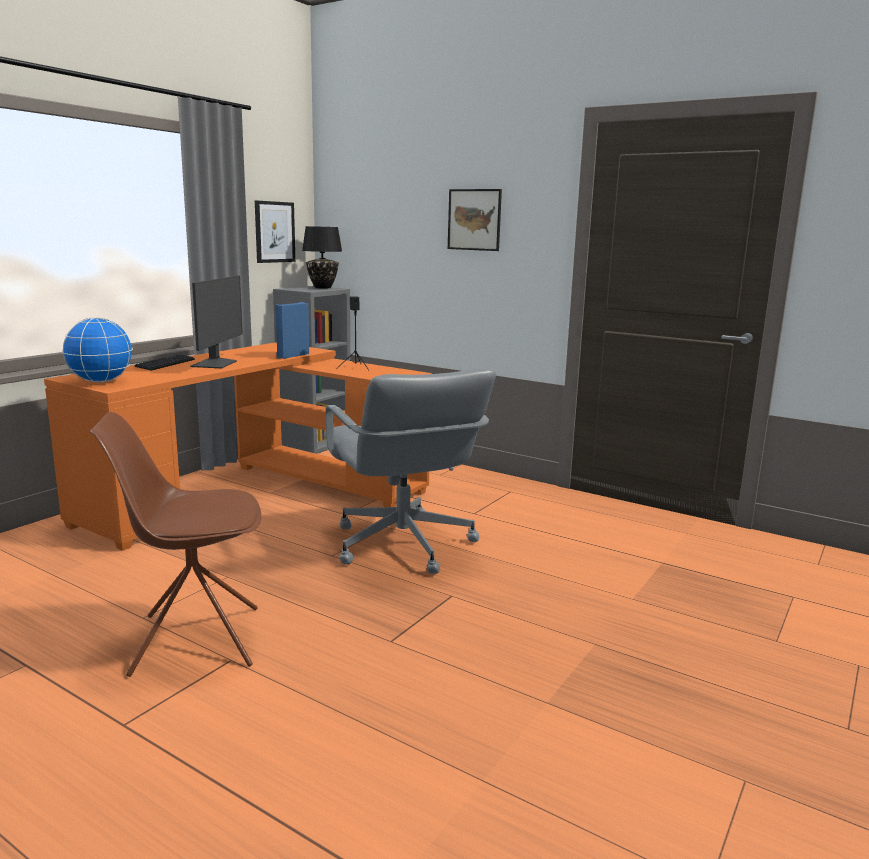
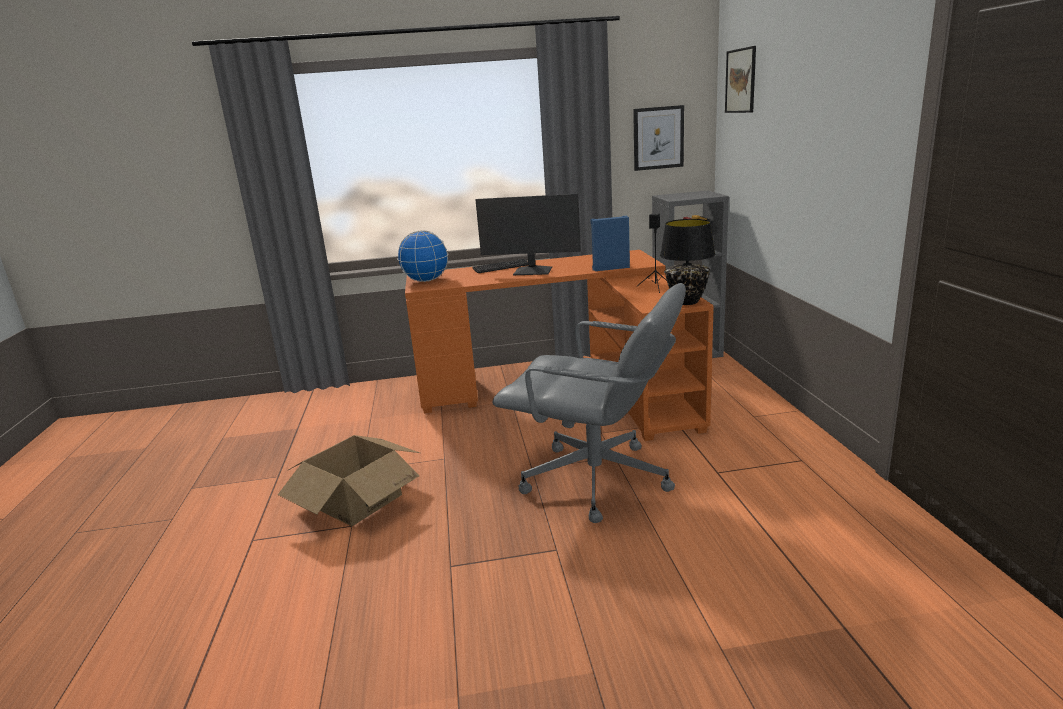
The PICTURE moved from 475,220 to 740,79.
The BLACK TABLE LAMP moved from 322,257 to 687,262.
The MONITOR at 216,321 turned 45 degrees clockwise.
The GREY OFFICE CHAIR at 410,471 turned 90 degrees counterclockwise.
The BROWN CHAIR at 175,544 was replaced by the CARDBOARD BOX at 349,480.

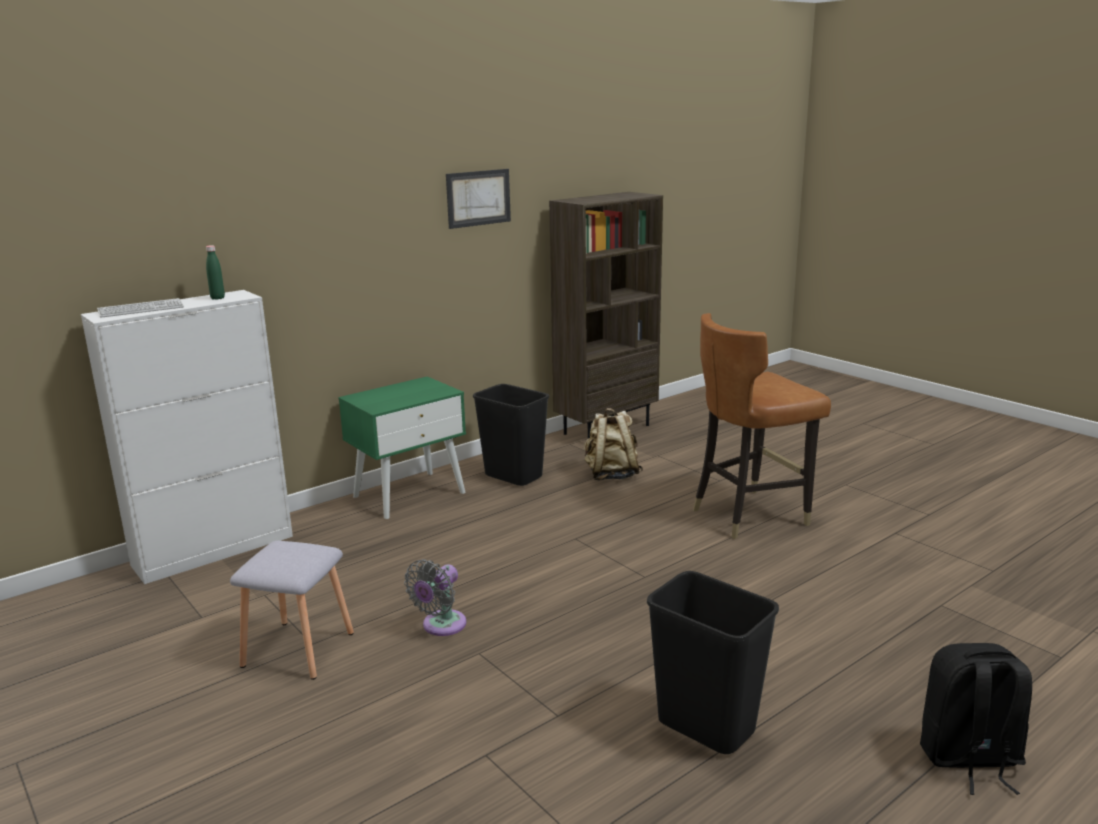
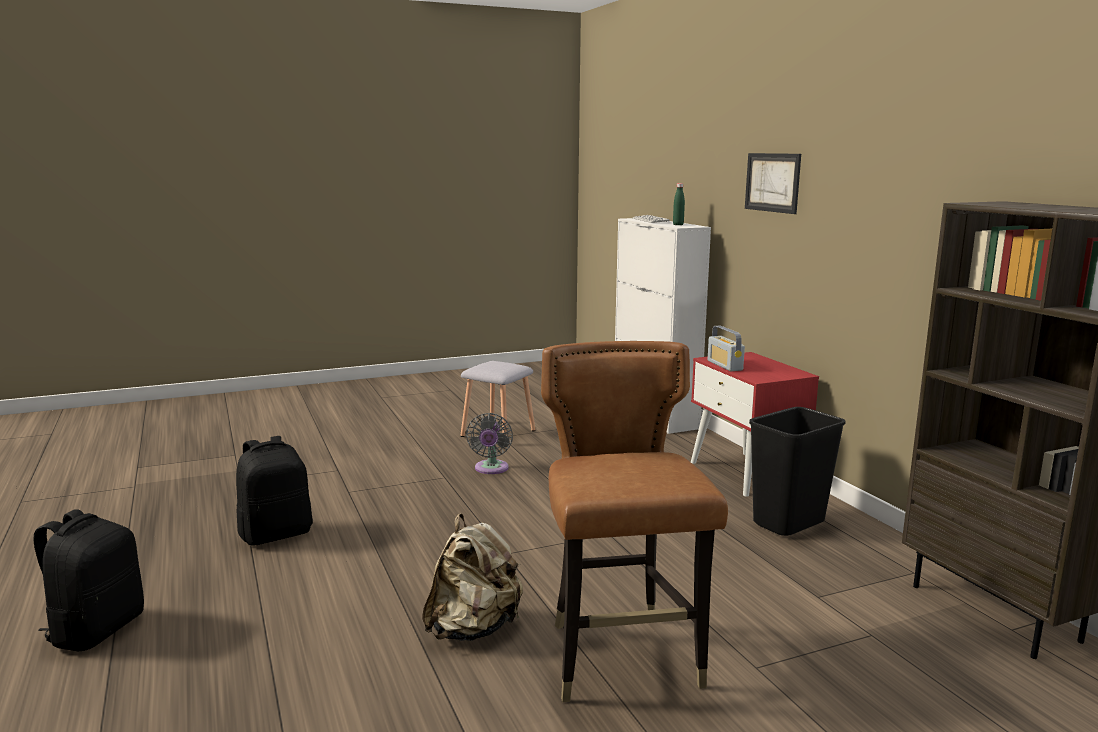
The PICTURE moved from 478,199 to 773,183.
The GREEN NIGHTSTAND at 402,448 became the RED NIGHTSTAND at 755,424.
The BEIGE BACKPACK moved from 613,444 to 472,577.
The GREY FAN at 435,597 turned 135 degrees counterclockwise.
The BLACK TRASH CAN at 713,662 was replaced by the BLACK BACKPACK at 274,491.
The RADIO at 726,348 appeared.

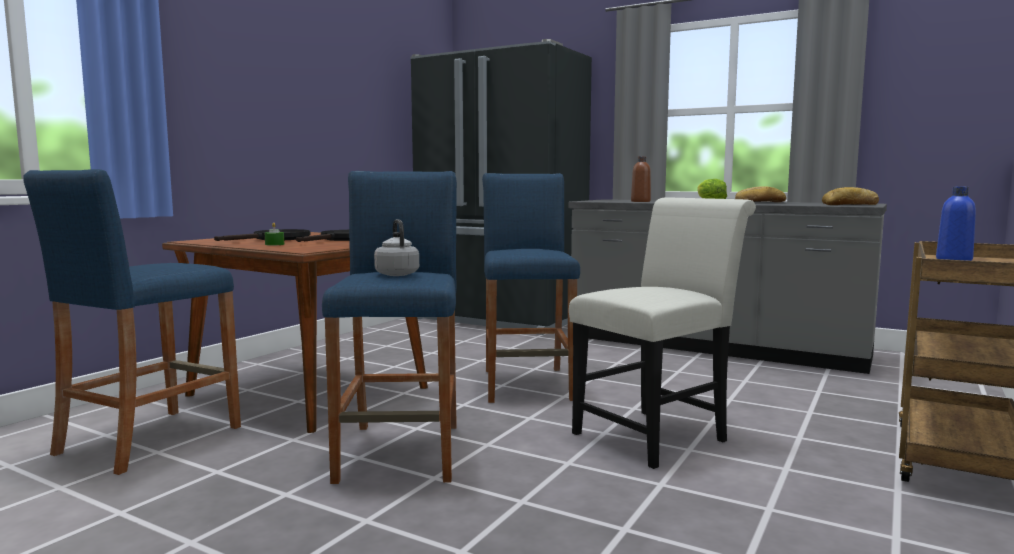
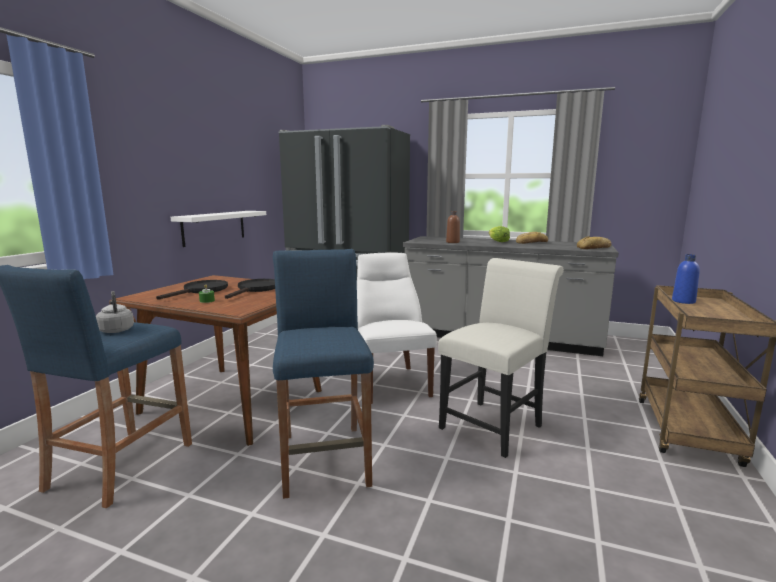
The BLUE STOOL at 531,288 was replaced by the WHITE CHAIR at 397,328.
The GREY KETTLE moved from 396,247 to 115,312.
The WHITE SHELF at 218,229 appeared.

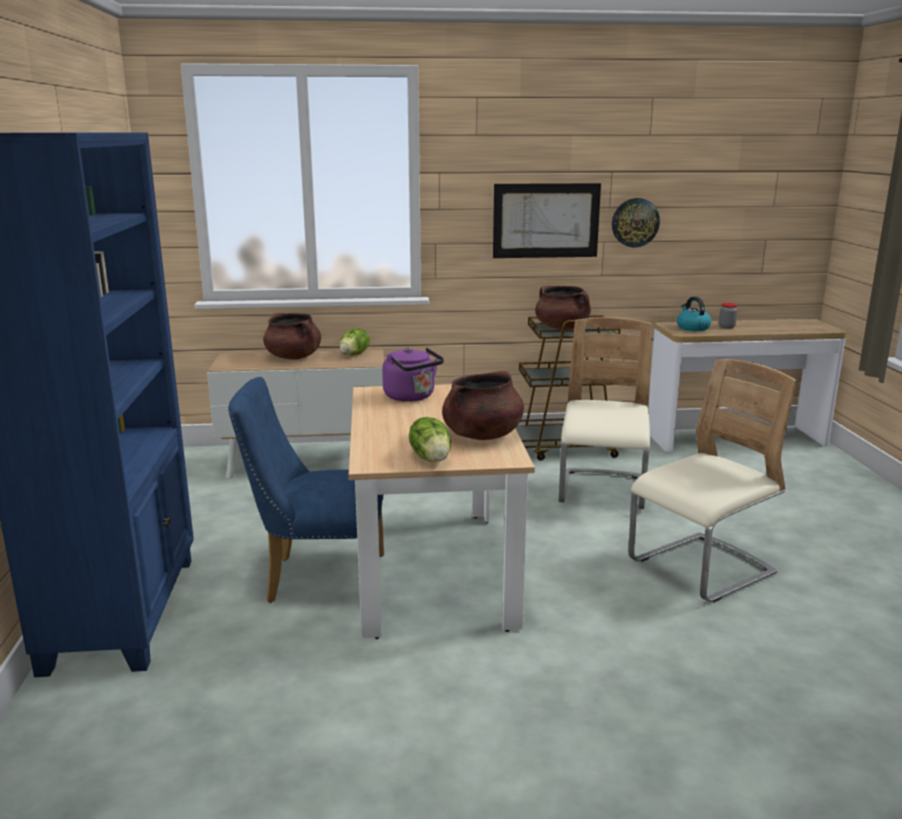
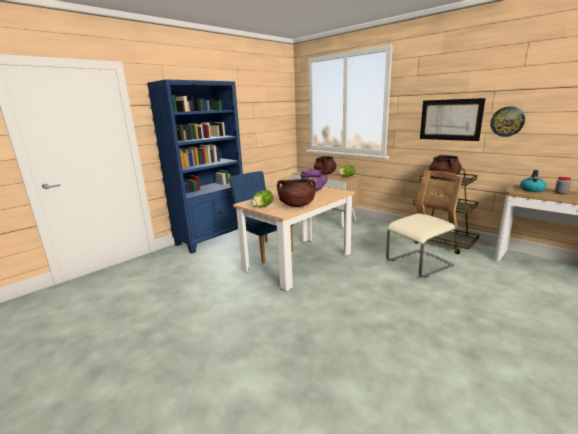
The BEIGE CHAIR at 712,480 disappeared.

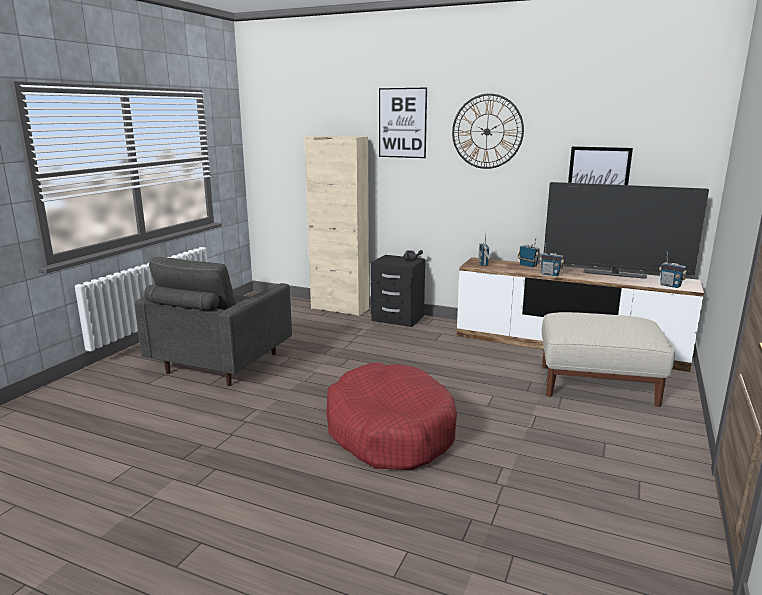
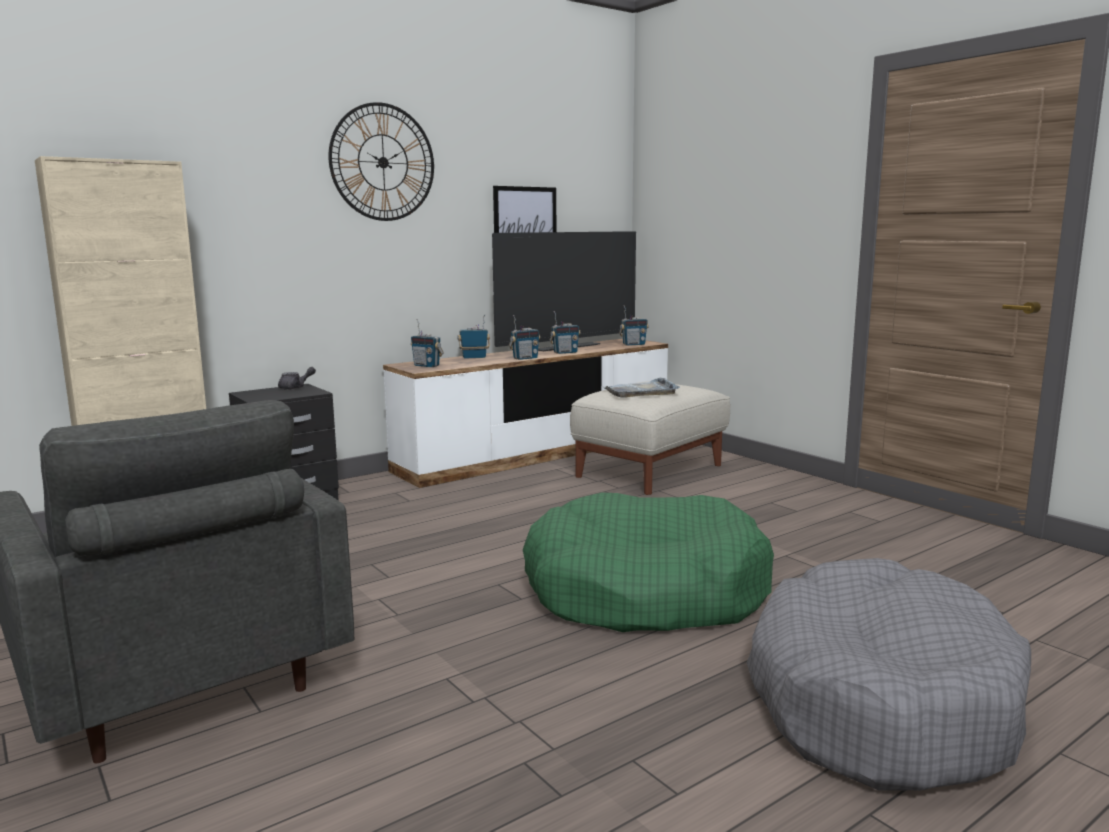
The PICTURE at 403,123 disappeared.
The RED DOG BED at 391,416 became the GREEN DOG BED at 648,562.
The RADIO at 565,332 appeared.
The GREY TRAY at 641,387 appeared.
The GREY DOG BED at 889,674 appeared.

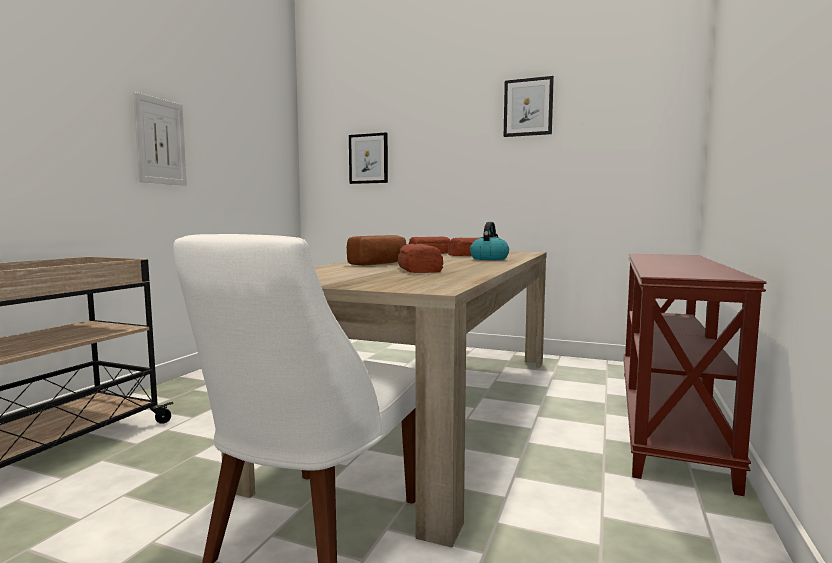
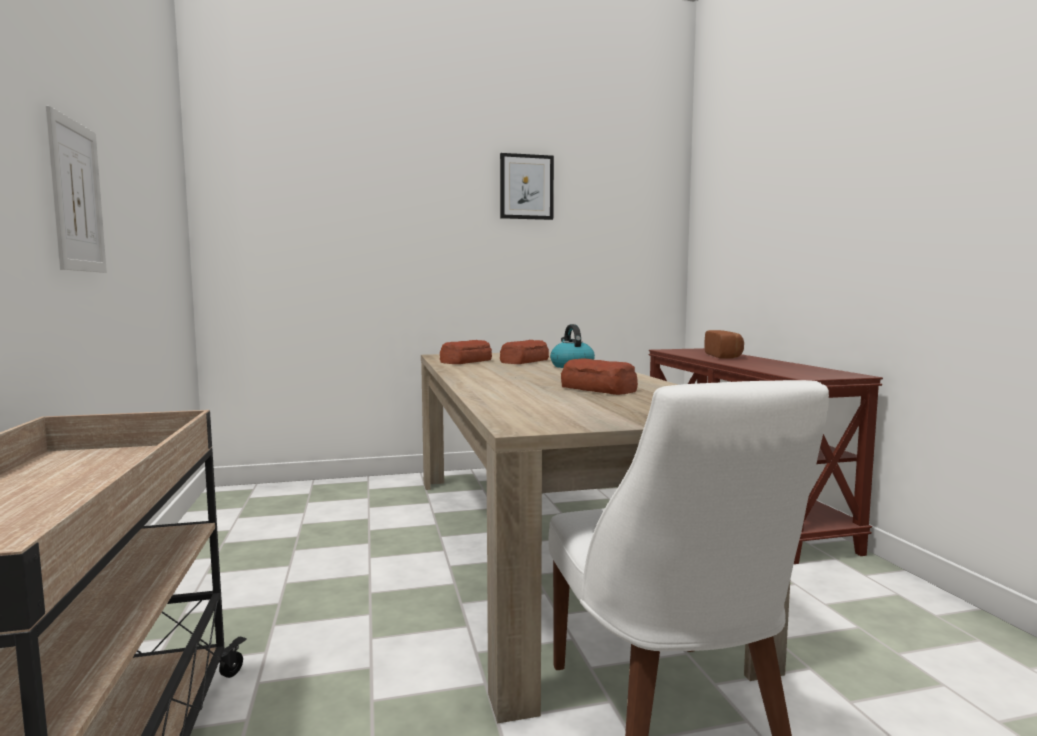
The PICTURE at 368,158 disappeared.
The BREAD moved from 376,250 to 724,344.

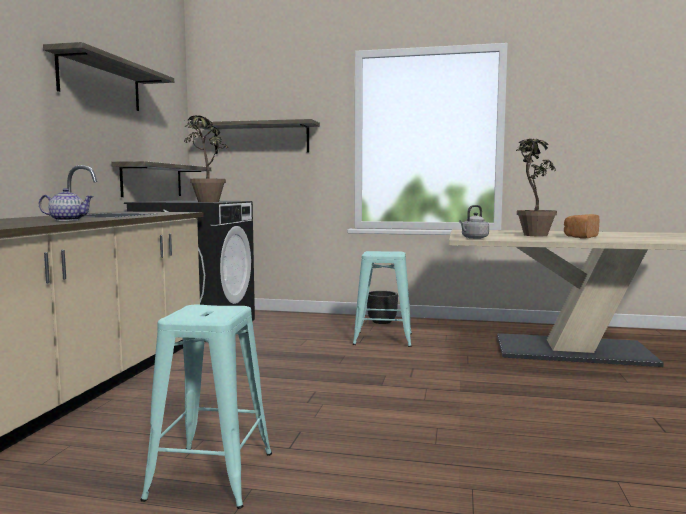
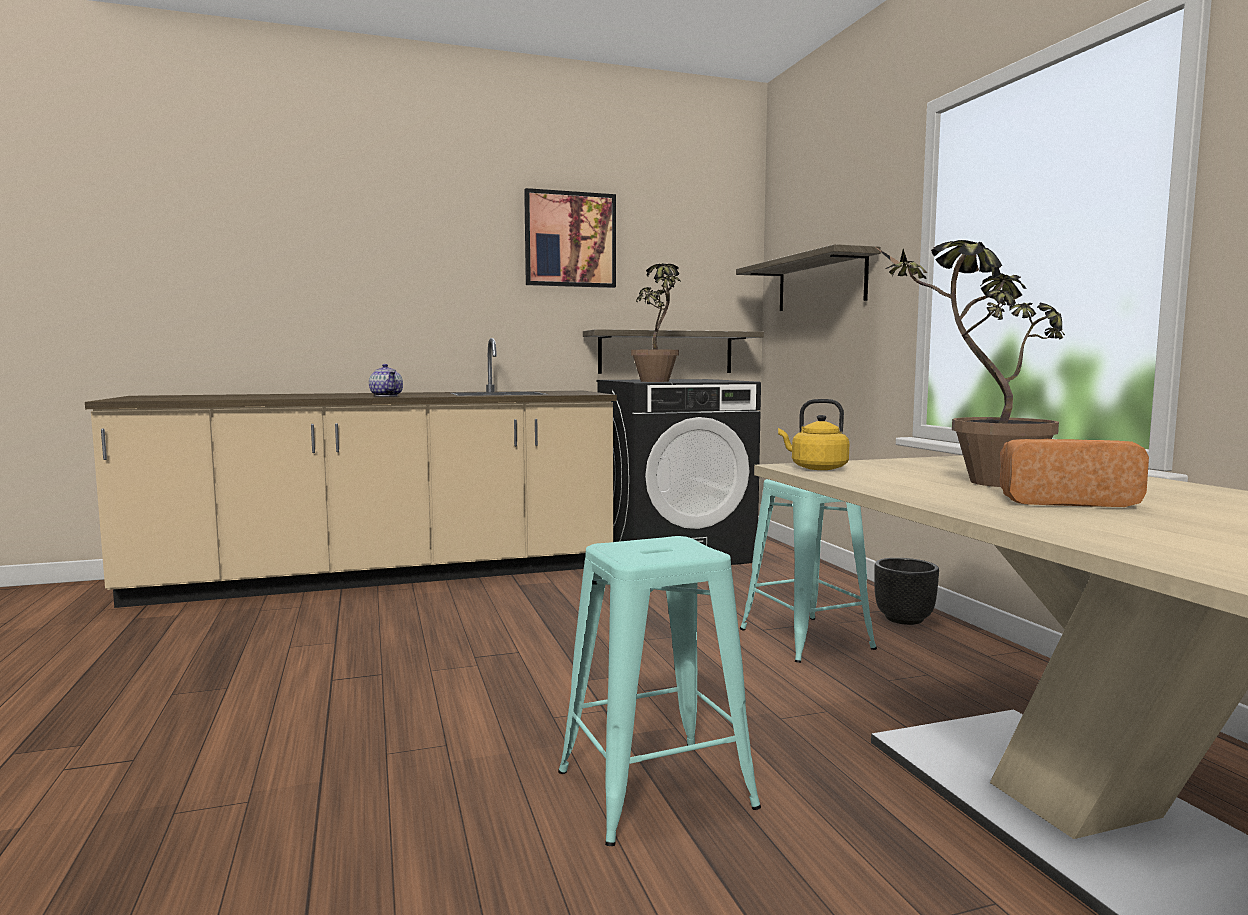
The SHELF at 108,76 was replaced by the PICTURE at 570,238.
The GREY KETTLE at 474,222 became the YELLOW KETTLE at 813,434.
The TURQUOISE STOOL moved from 206,407 to 659,691.

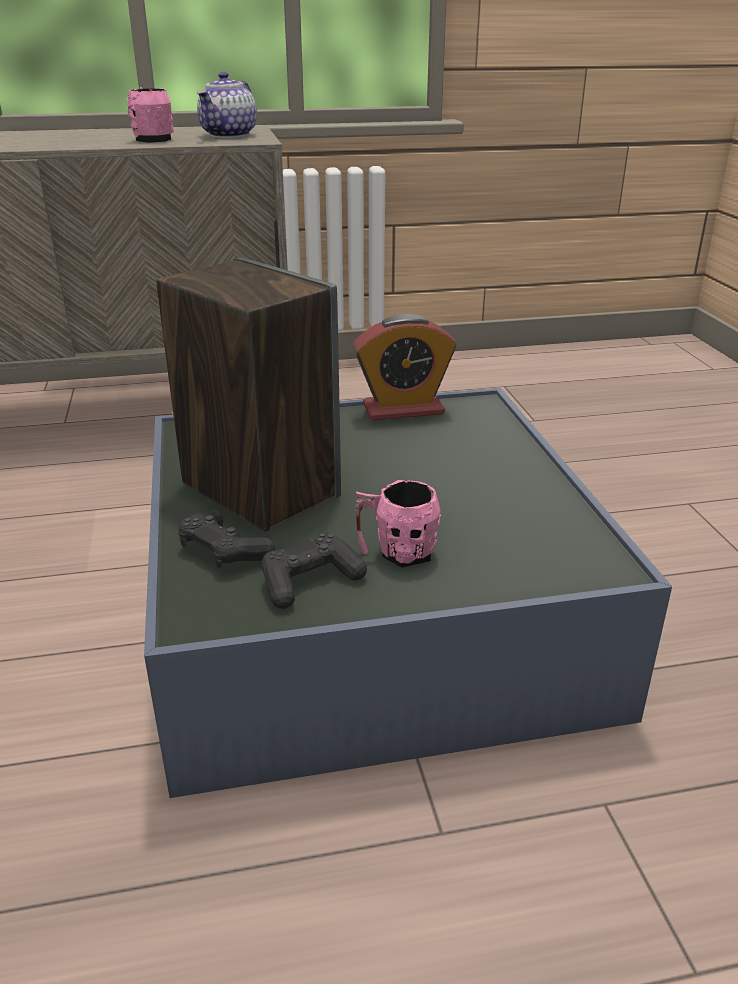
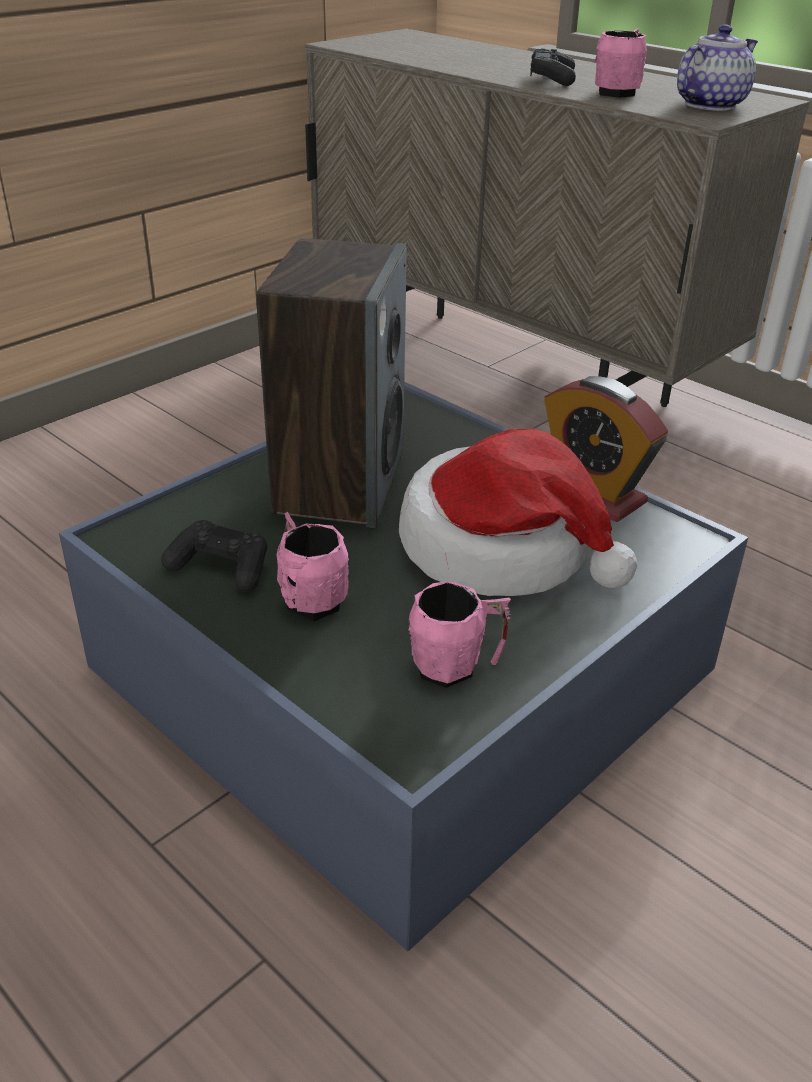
The TEAPOT at 227,105 turned 150 degrees clockwise.
The BLACK GAME CONTROLLER moved from 226,539 to 553,67.
The HAT at 518,512 appeared.
The PINK MUG at 460,634 appeared.

